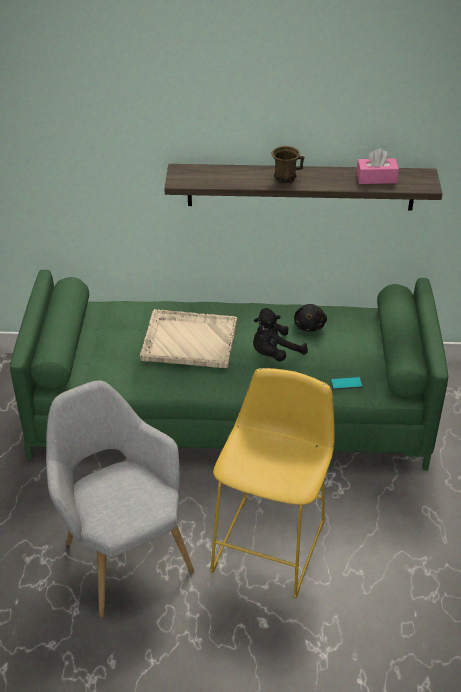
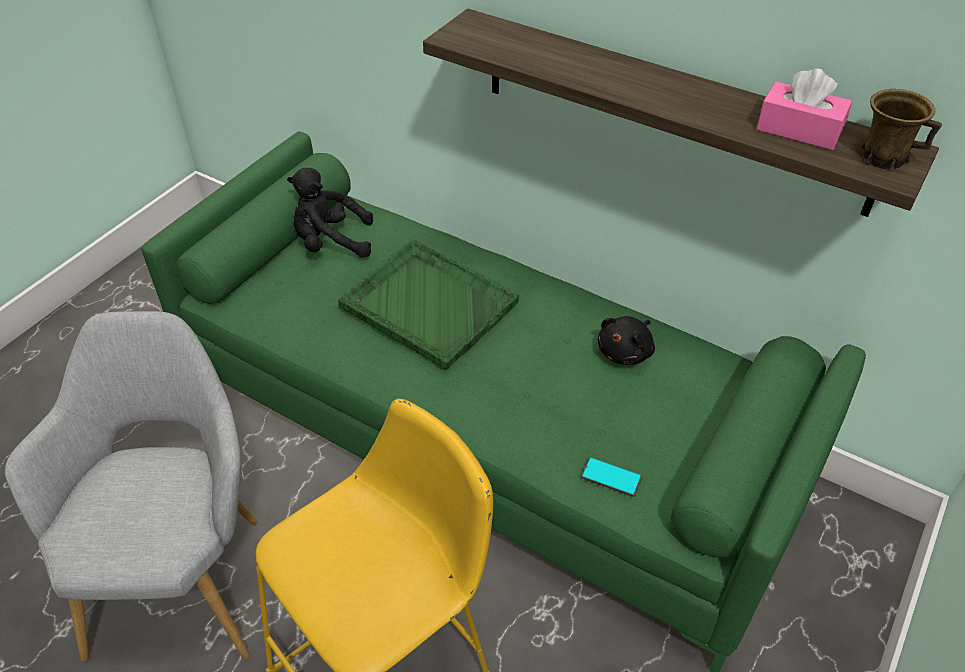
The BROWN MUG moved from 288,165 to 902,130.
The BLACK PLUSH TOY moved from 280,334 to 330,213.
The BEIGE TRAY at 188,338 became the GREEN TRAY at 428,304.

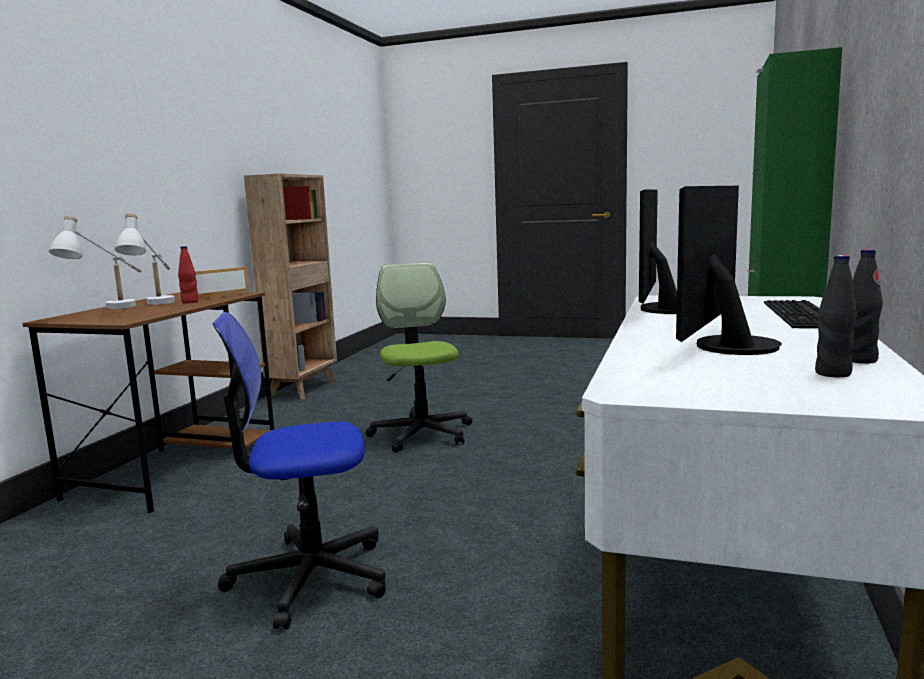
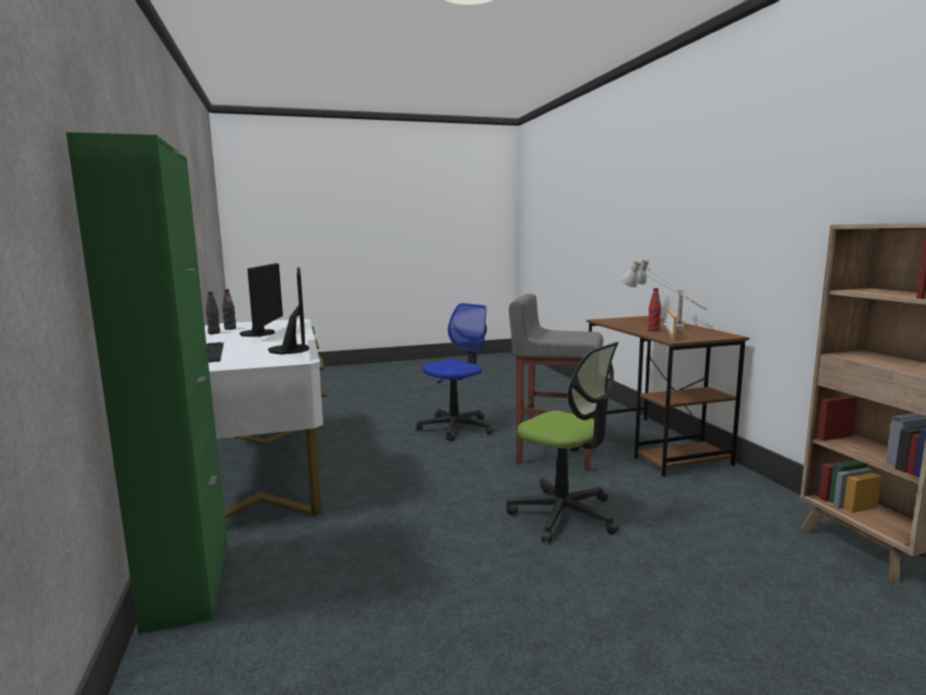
The GREY STOOL at 556,382 appeared.

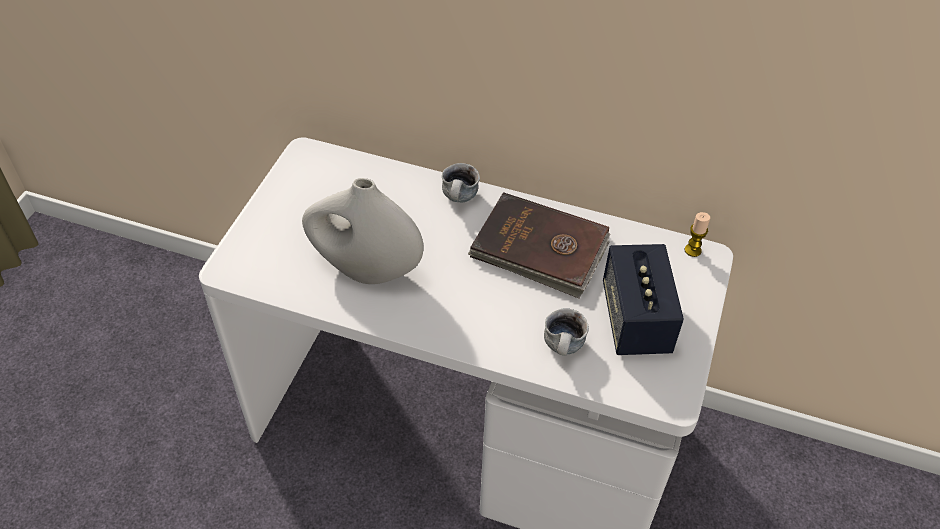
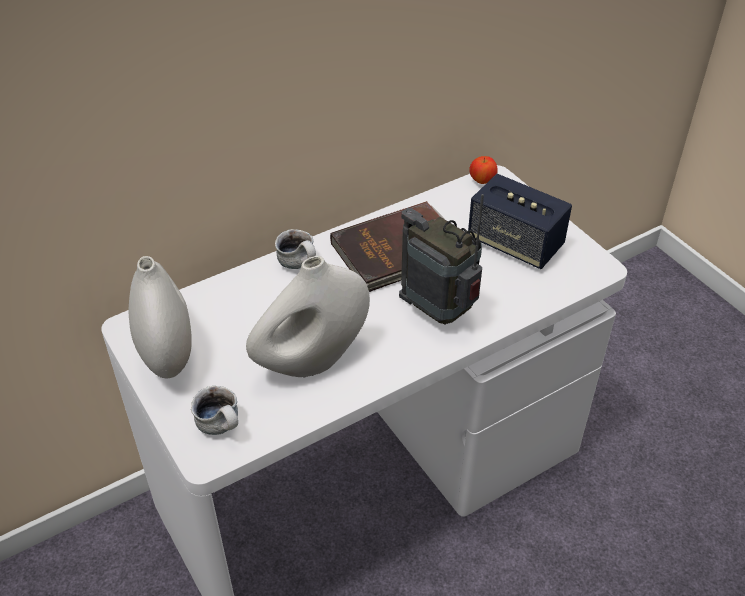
The CANDLE at 697,234 was replaced by the APPLE at 483,170.
The MUG moved from 566,332 to 214,410.
The RADIO at 441,259 appeared.
The WHITE VASE at 160,317 appeared.

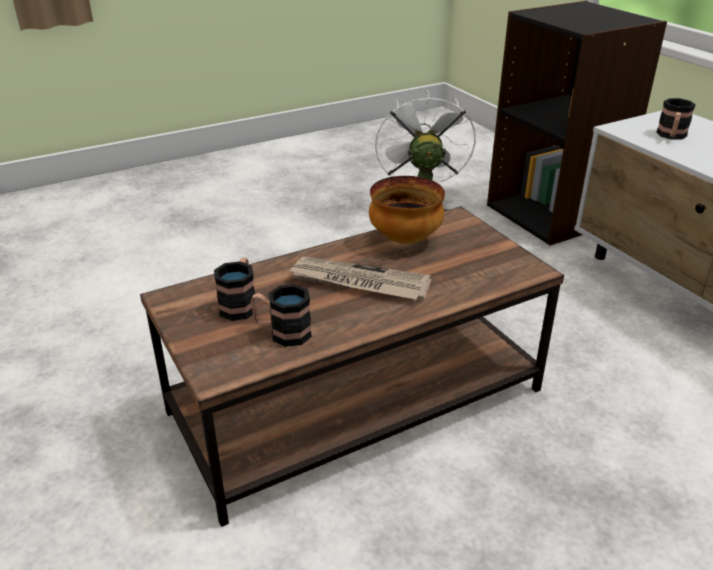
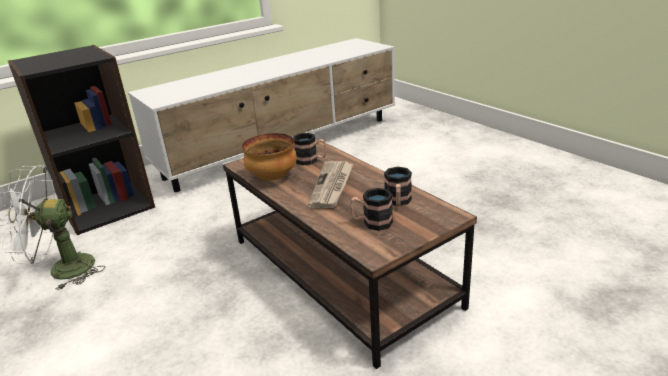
The MUG moved from 675,118 to 309,149.

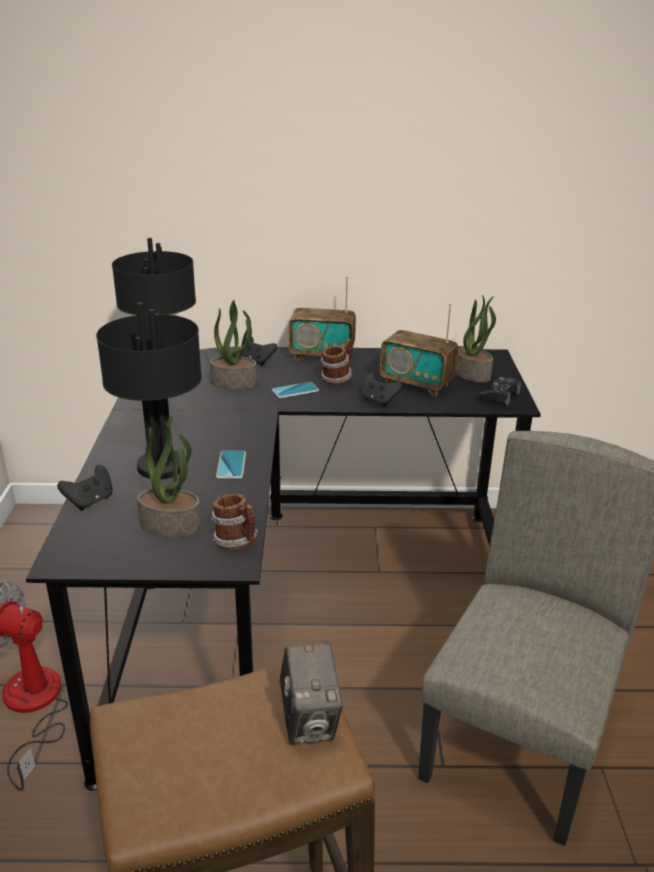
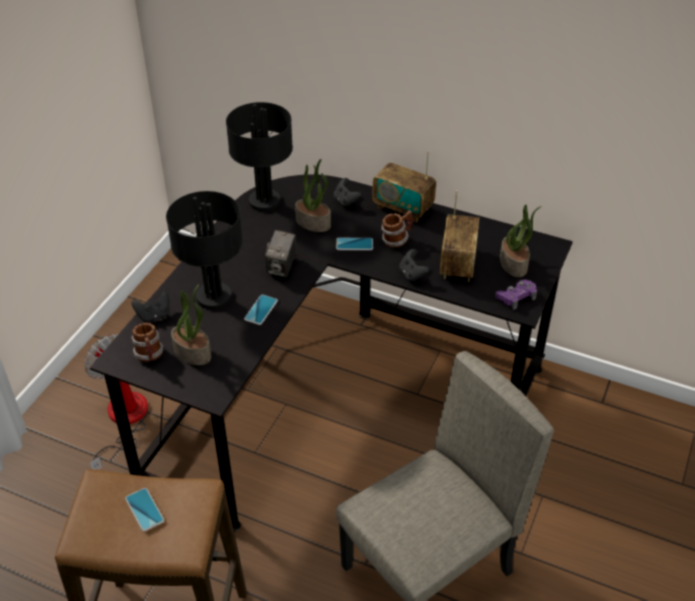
The RADIO at 419,350 turned 135 degrees counterclockwise.
The BLACK GAME CONTROLLER at 500,391 became the PURPLE GAME CONTROLLER at 516,294.
The MUG moved from 235,522 to 147,342.
The PHOTO CAMERA moved from 311,693 to 280,253.
The PHONE at 144,509 appeared.

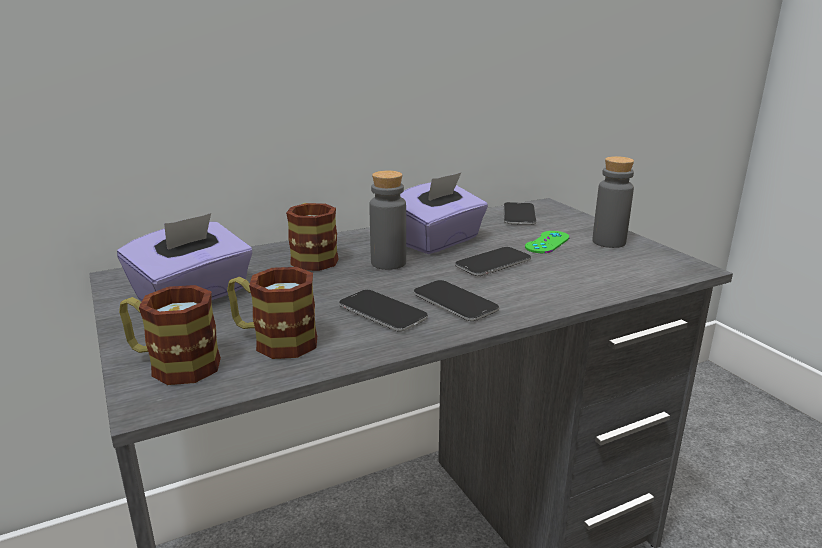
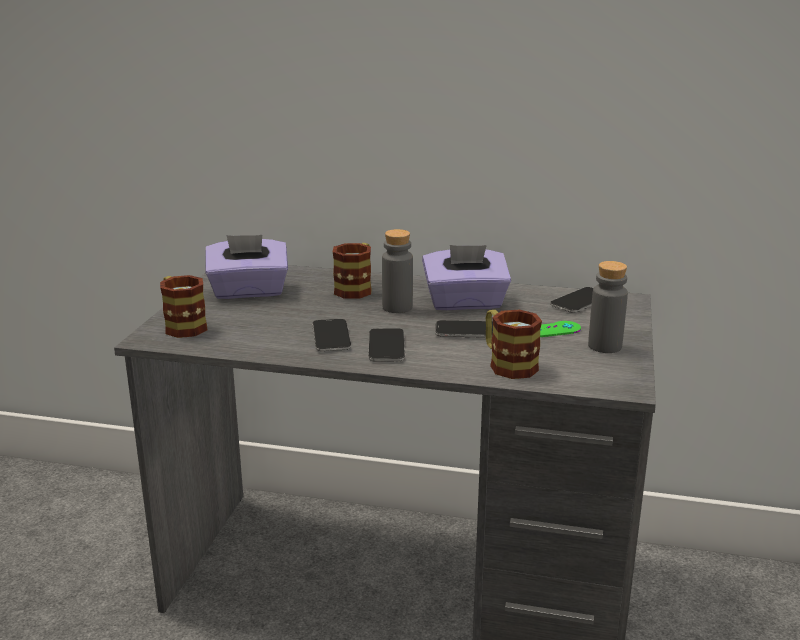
The MUG moved from 272,313 to 514,344.

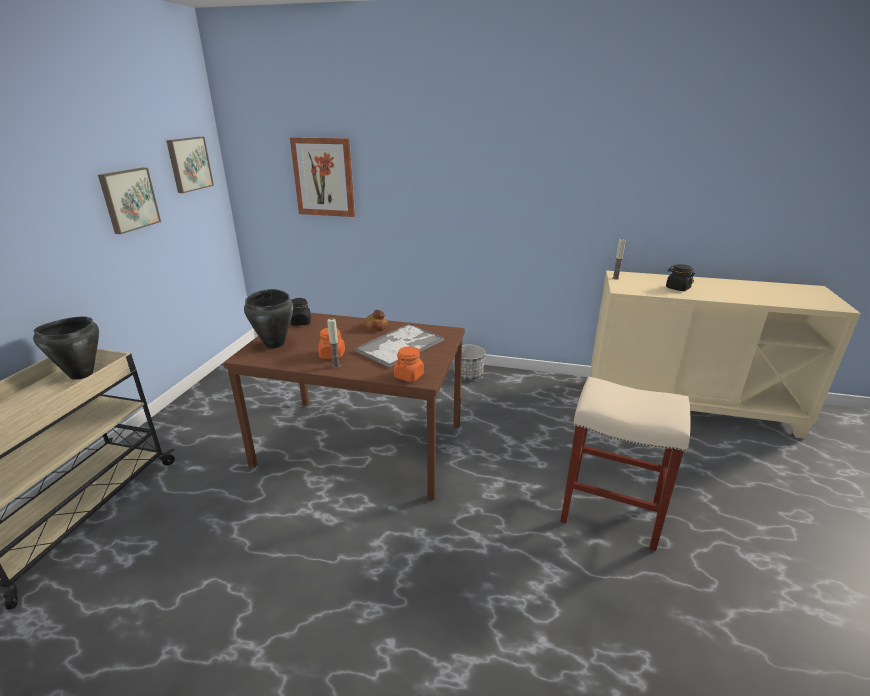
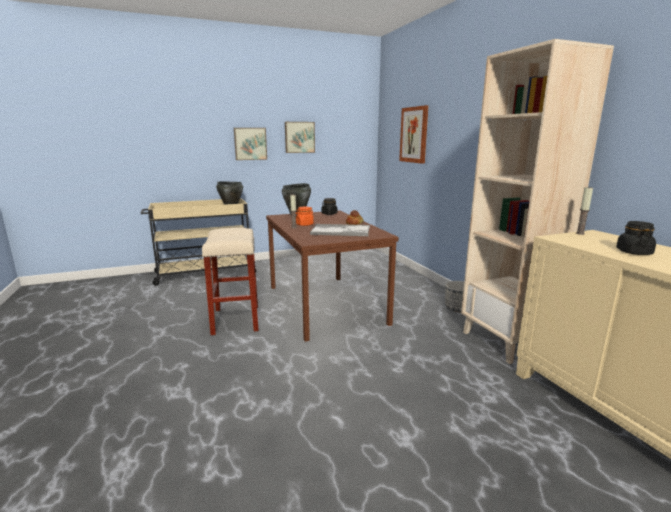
The PICTURE moved from 190,165 to 250,144.
The ORANGE JAR at 409,364 disappeared.
The BEIGE STOOL moved from 625,464 to 230,281.
The BEIGE BOOKCASE at 537,201 appeared.

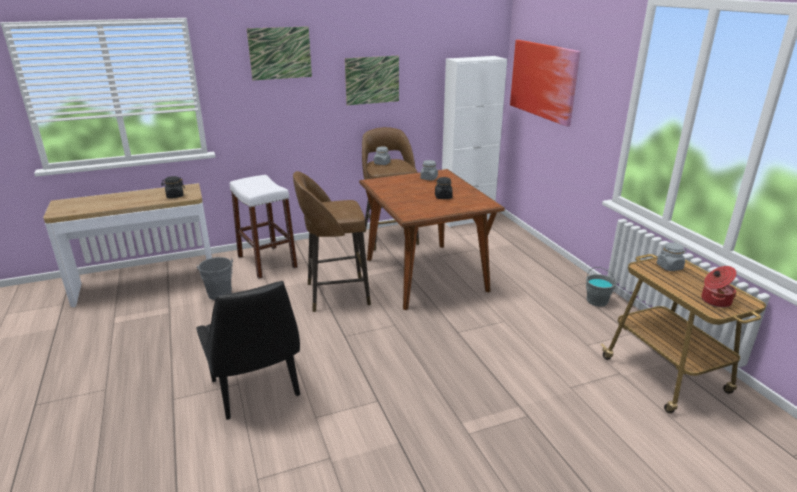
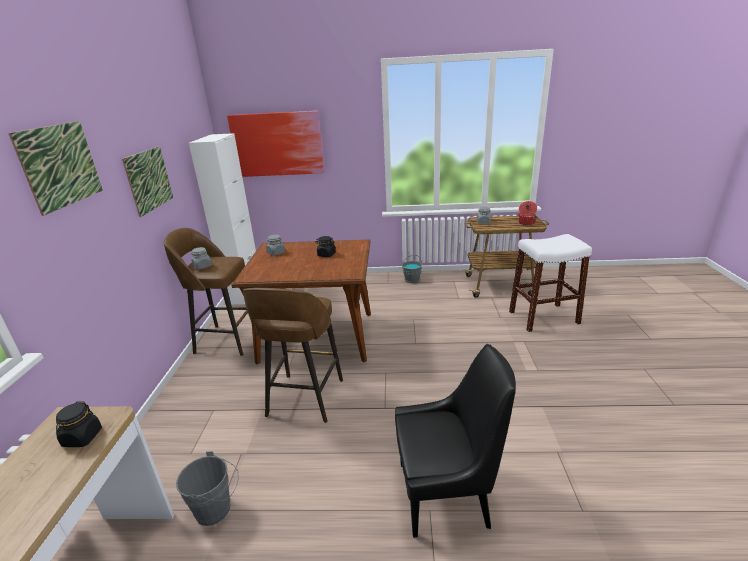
The WHITE STOOL moved from 264,227 to 550,283.

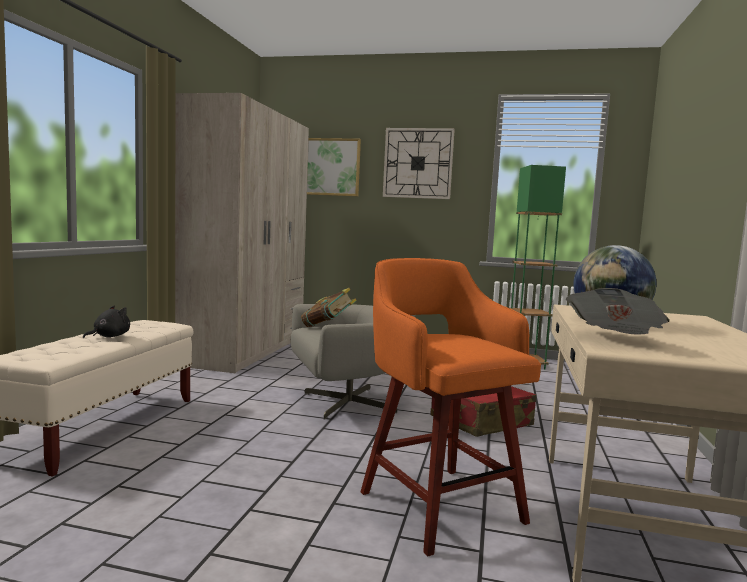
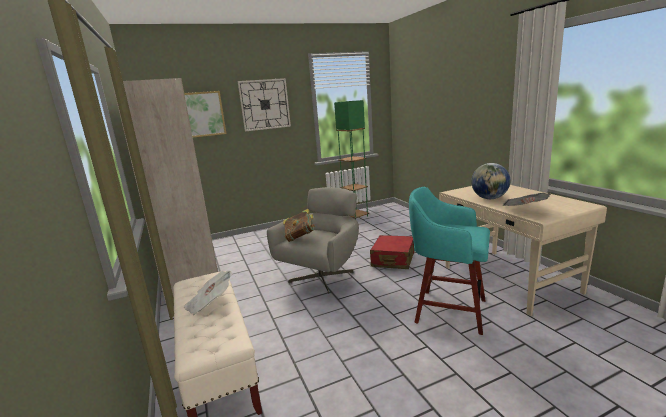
The ORANGE STOOL at 451,407 became the TURQUOISE STOOL at 449,261.
The BLACK PLUSH TOY at 106,321 was replaced by the NEWSPAPER at 208,293.

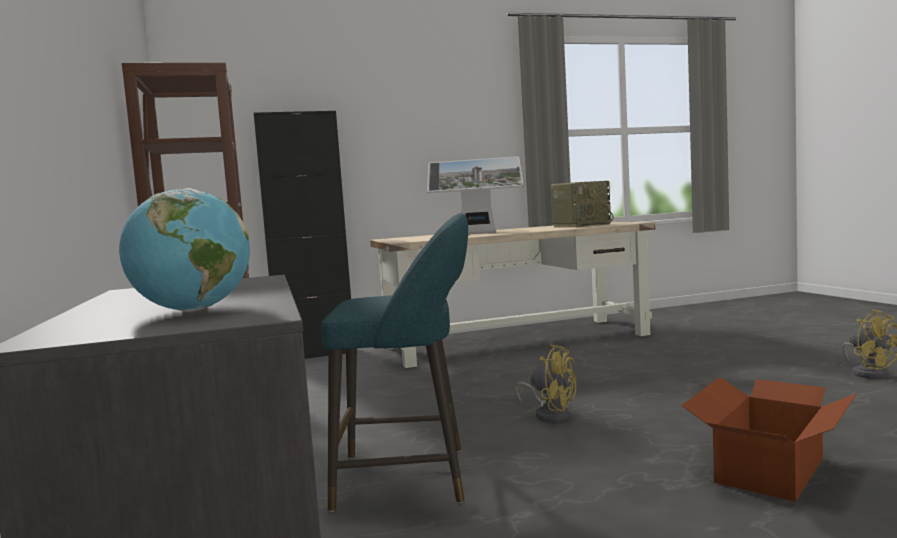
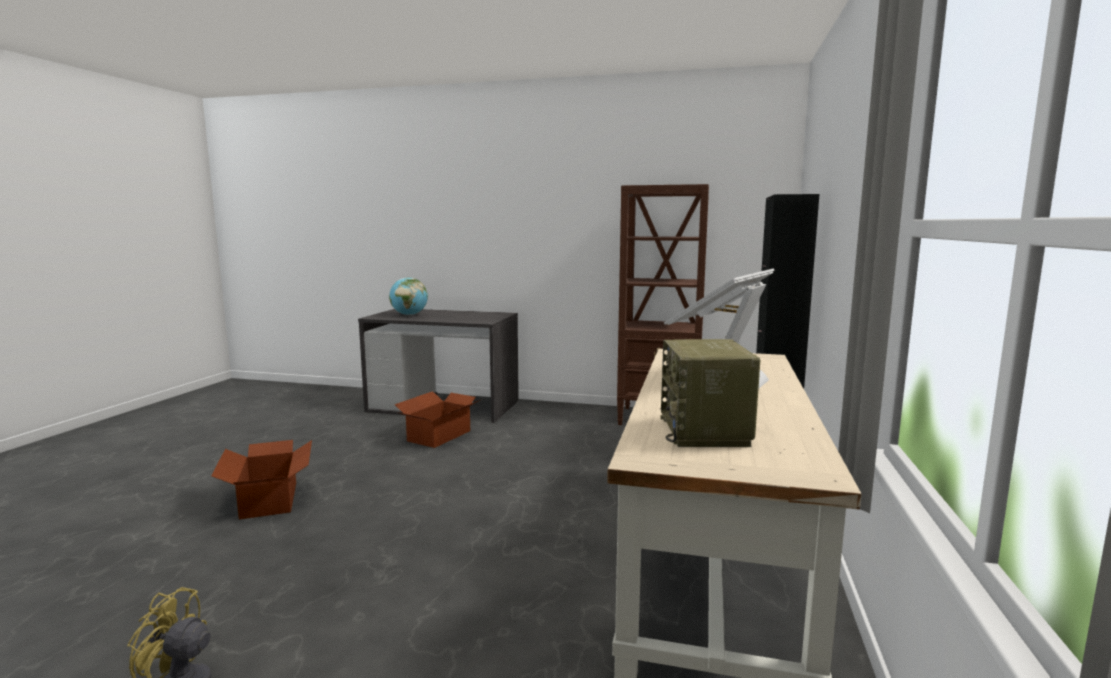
The TURQUOISE STOOL at 394,362 was replaced by the CARDBOARD BOX at 437,419.
The YELLOW FAN at 545,383 disappeared.

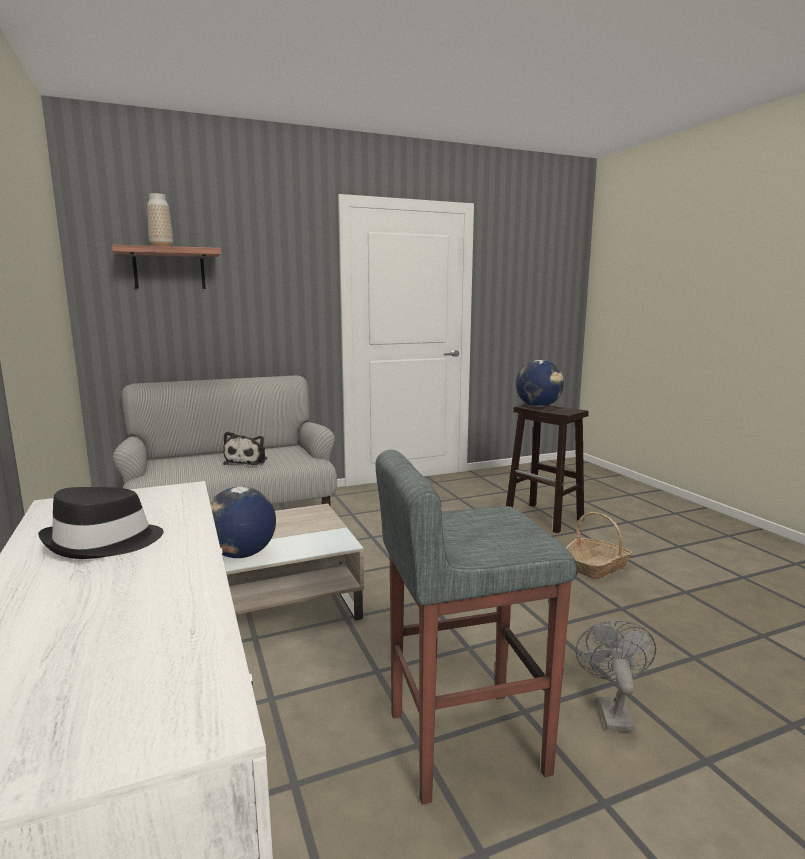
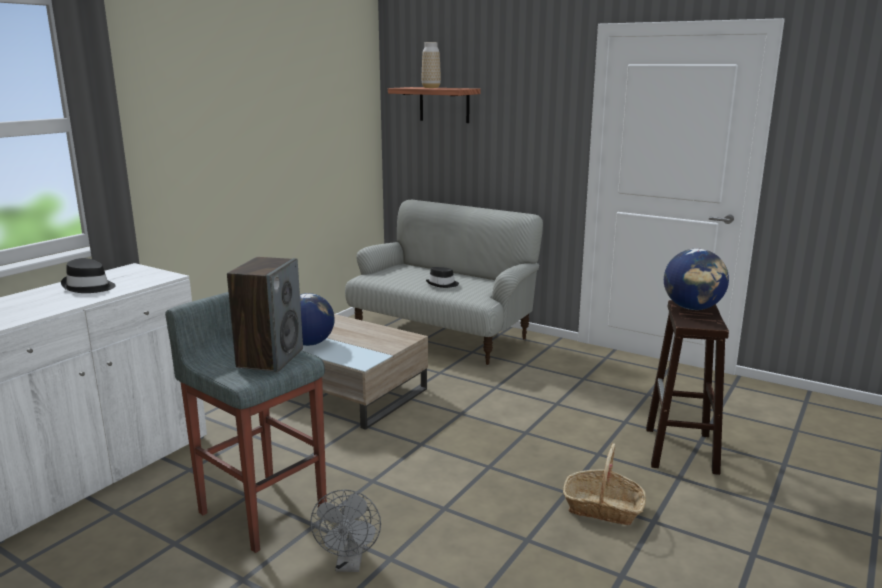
The PLUSH TOY at 245,448 was replaced by the BLACK HAT at 442,277.
The GREY FAN at 616,676 turned 120 degrees clockwise.
The SPEAKER at 265,314 appeared.

